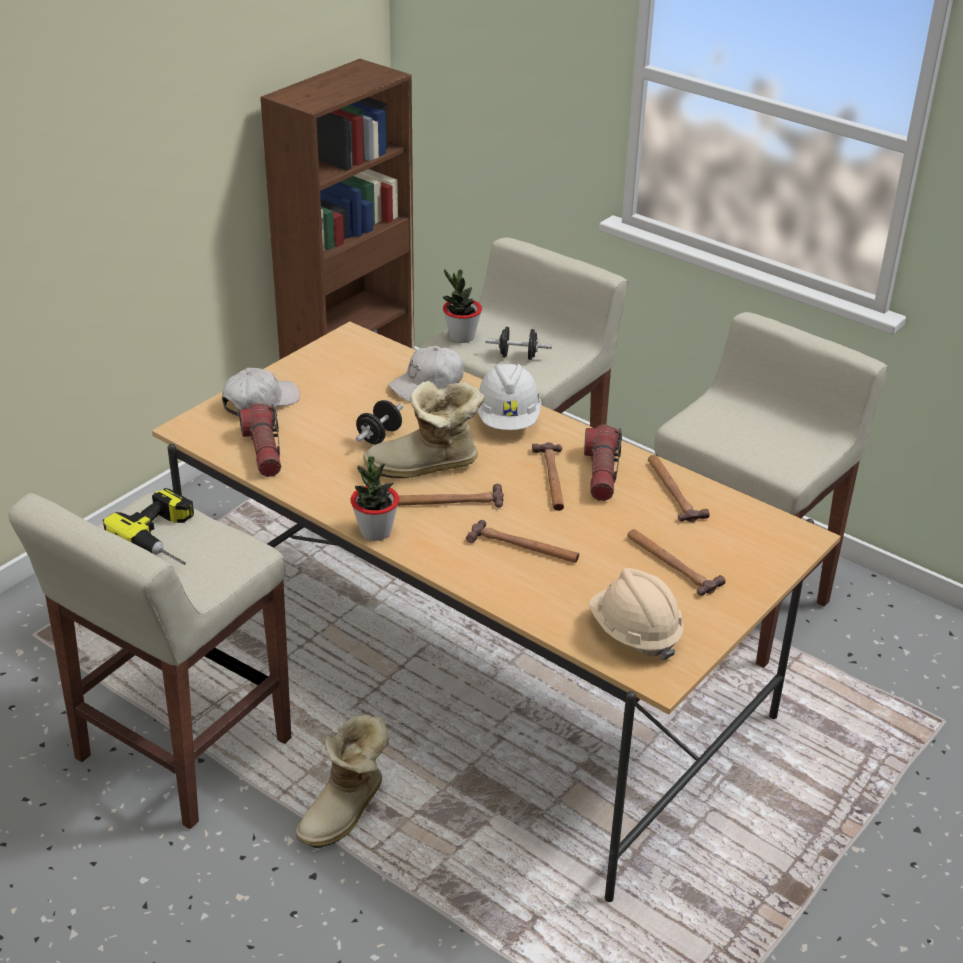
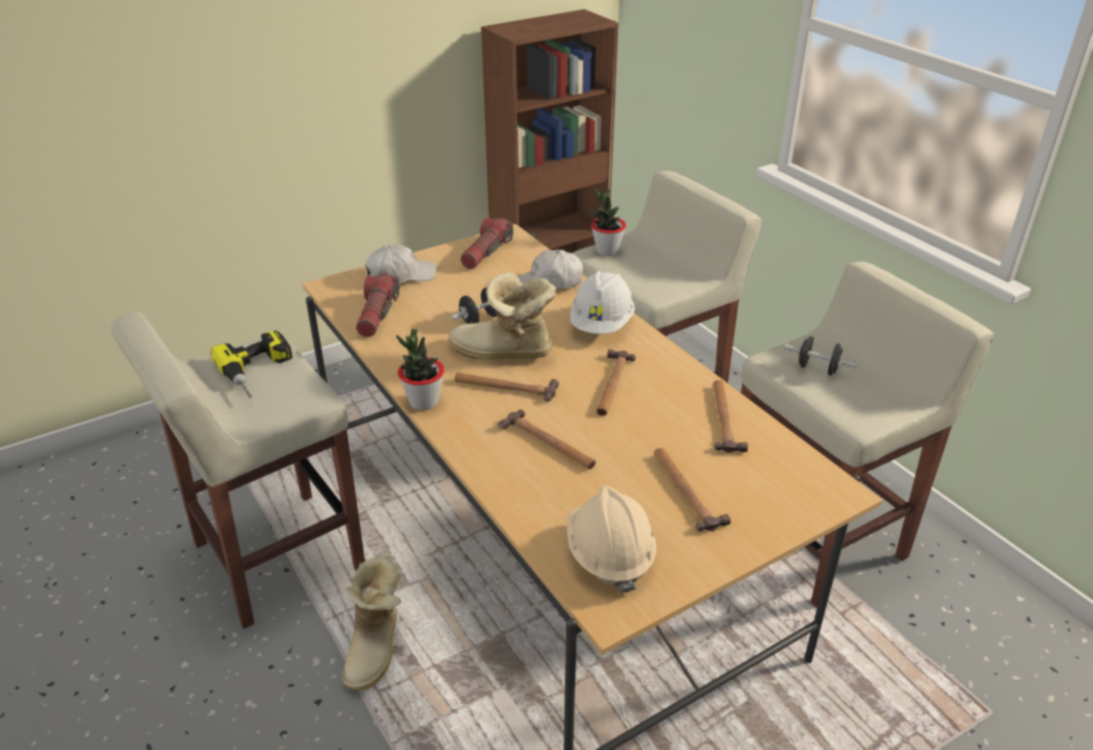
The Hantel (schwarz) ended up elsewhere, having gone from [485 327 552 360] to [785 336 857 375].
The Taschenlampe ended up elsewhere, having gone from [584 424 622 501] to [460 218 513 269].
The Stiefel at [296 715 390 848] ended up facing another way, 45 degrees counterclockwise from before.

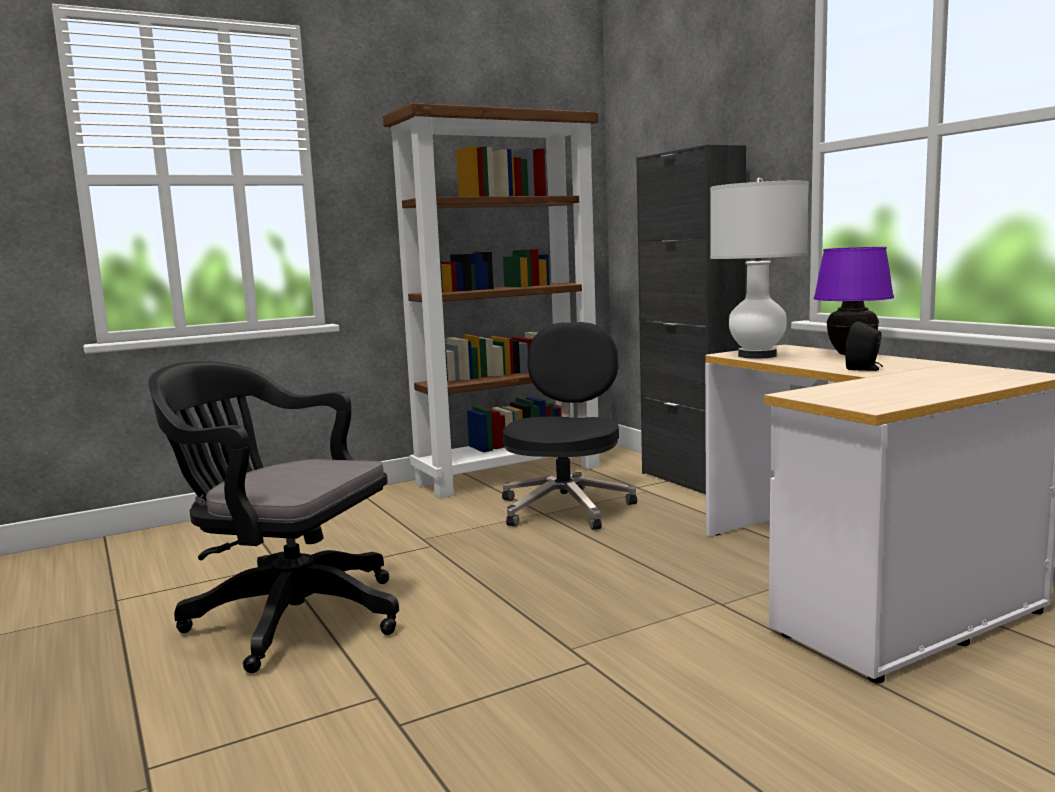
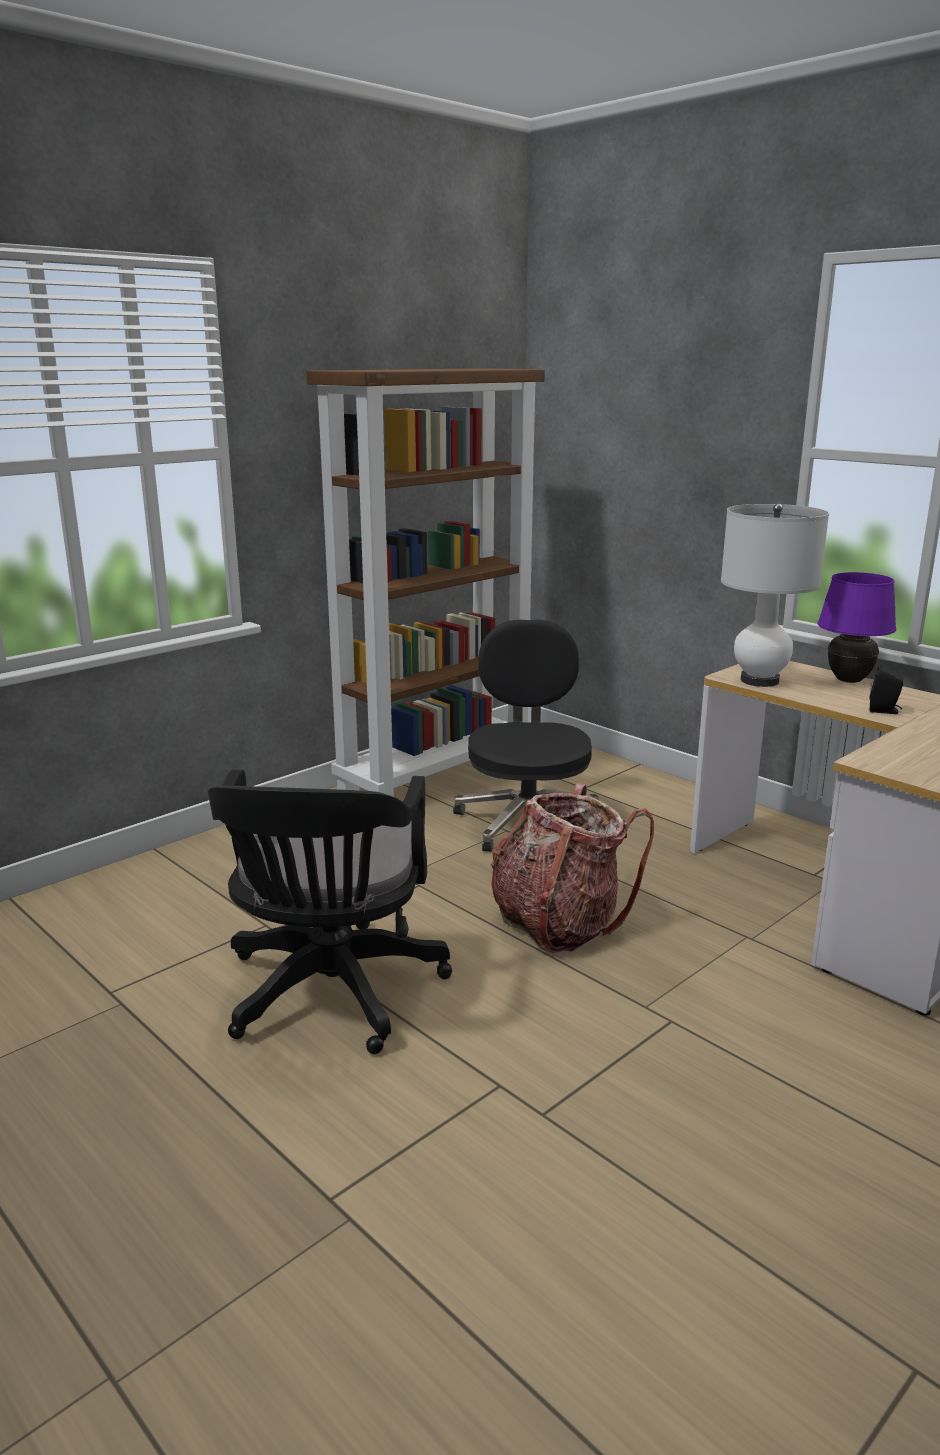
The second view lost the Schrank (schwarz) at [637 145 746 494].
The Bürostuhl (schwarz) at [148 361 399 673] ended up facing another way, 90 degrees counterclockwise from before.
The second view gained the Rucksack at [491 783 654 953].

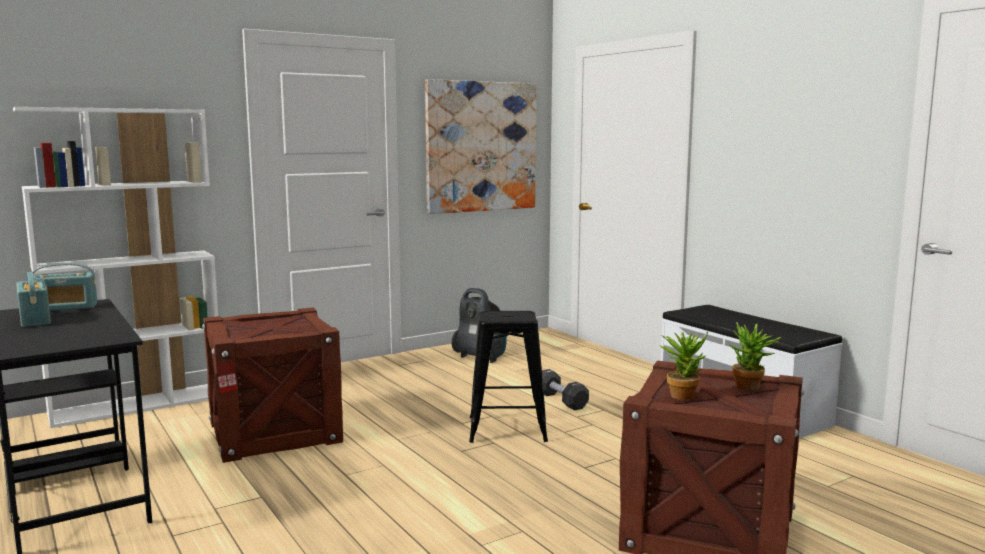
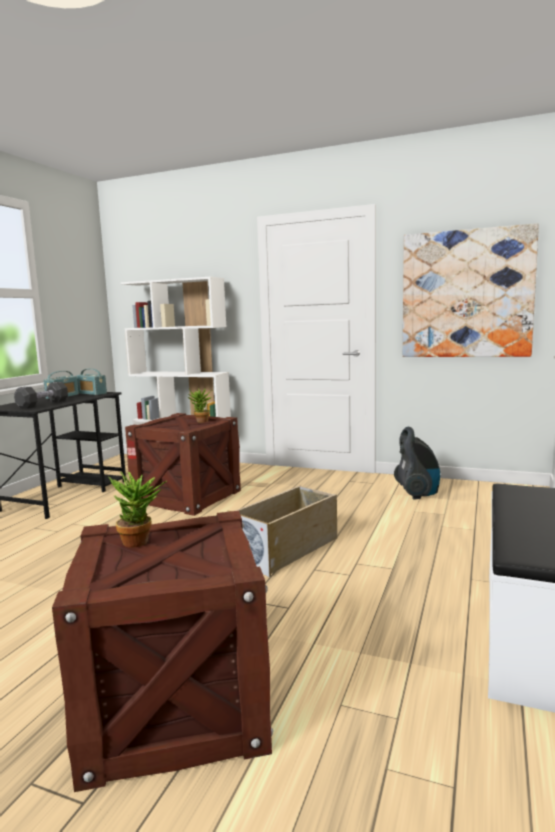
Where the Hocker (schwarz) stood at [469 311 548 443], the Aufbewahrungsbox (beige) came to stand at [227 486 337 577].
The Topfpflanze ended up elsewhere, having gone from [730 322 782 391] to [188 388 212 423].
The Hantel (schwarz) ended up elsewhere, having gone from [542 369 589 411] to [14 382 68 409].

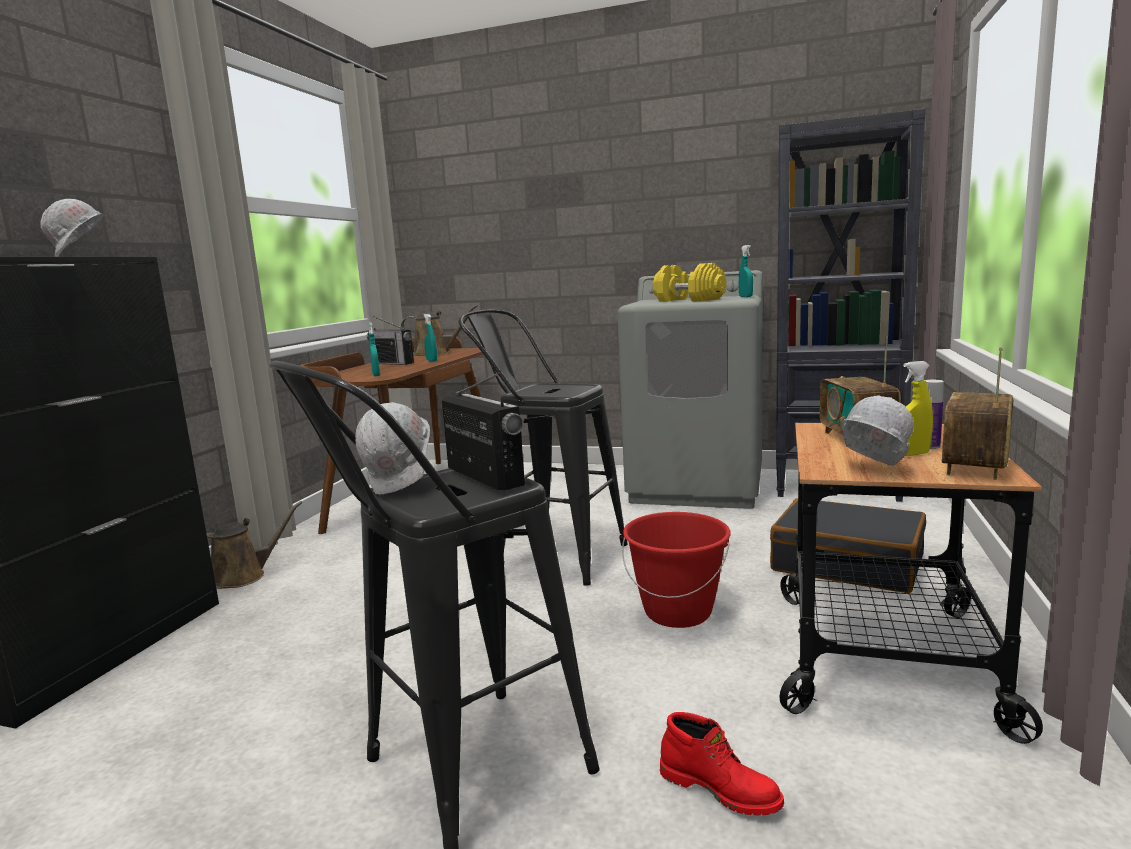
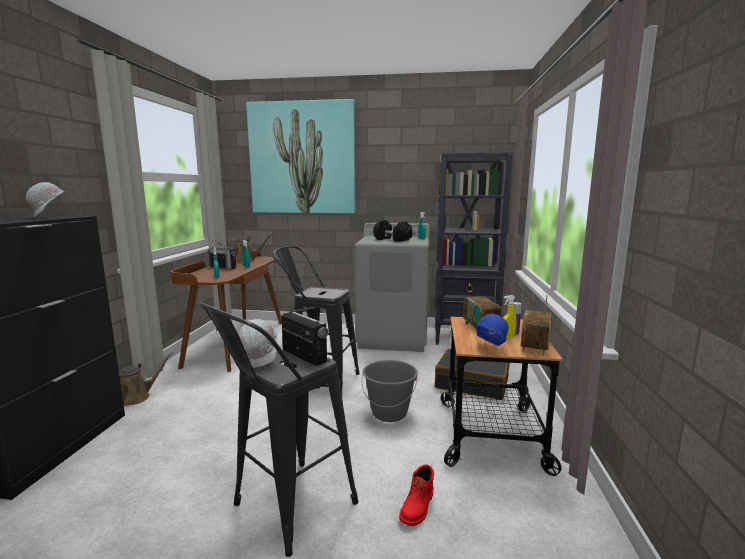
What was the Hantel (gelb) at [653 263 727 302] turned into the Hantel (schwarz) at [373 220 413 242].
What was the Schutzhelm (weiß) at [840 395 914 466] turned into the Schutzhelm (blau) at [475 314 509 346].
What was the Eimer (rot) at [622 512 731 628] turned into the Eimer (grau) at [362 360 418 422].
The Stiefel (rot) at [660 712 784 816] ended up facing another way, 90 degrees clockwise from before.
The second view gained the Bild at [246 99 356 213].

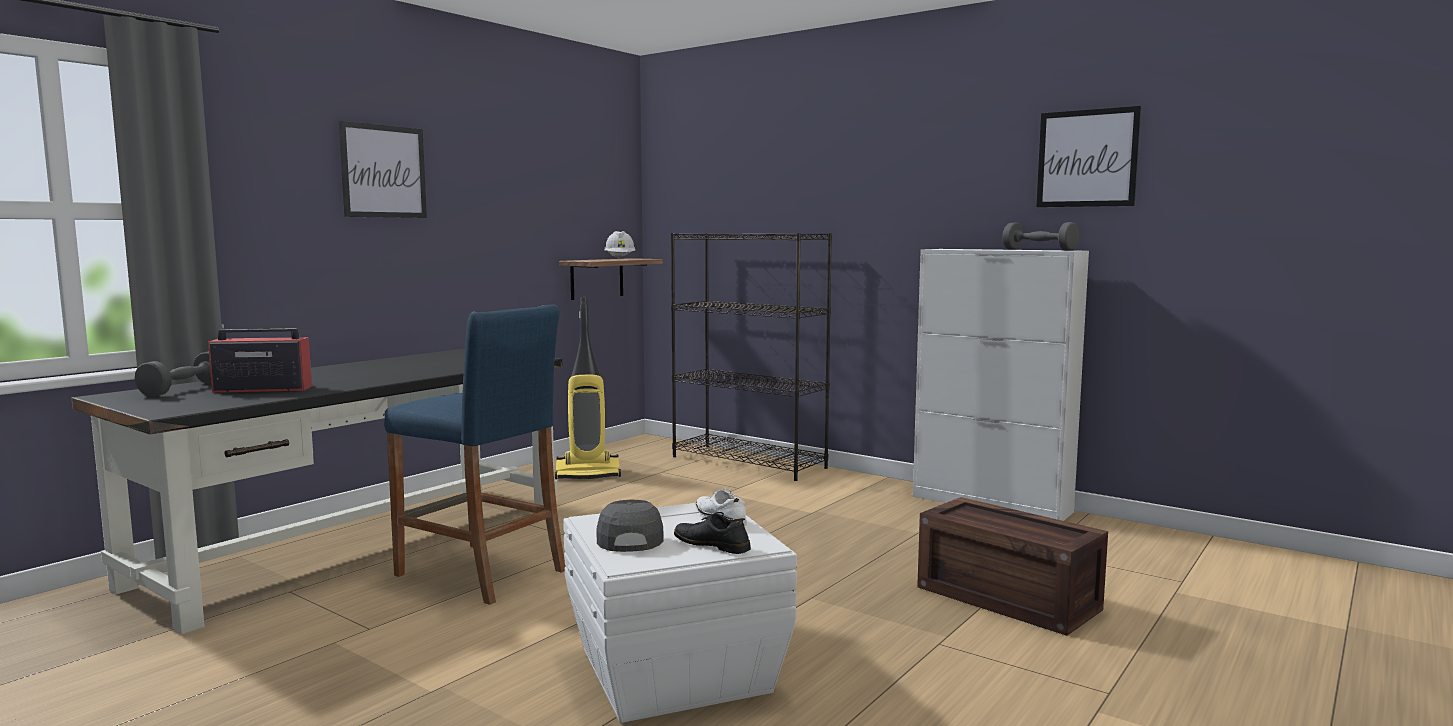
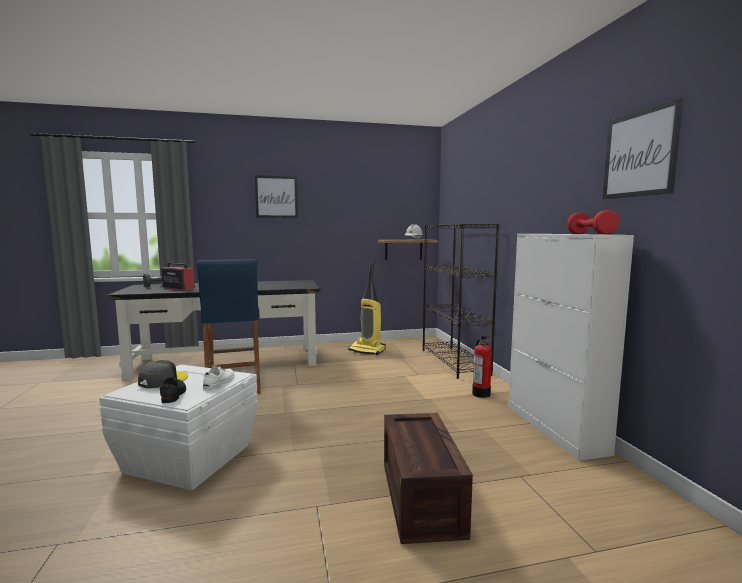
What was the Hantel (grau) at [1002 222 1080 251] turned into the Hantel (rot) at [567 210 619 235].
The second view gained the Feuerlöscher at [472 336 492 398].

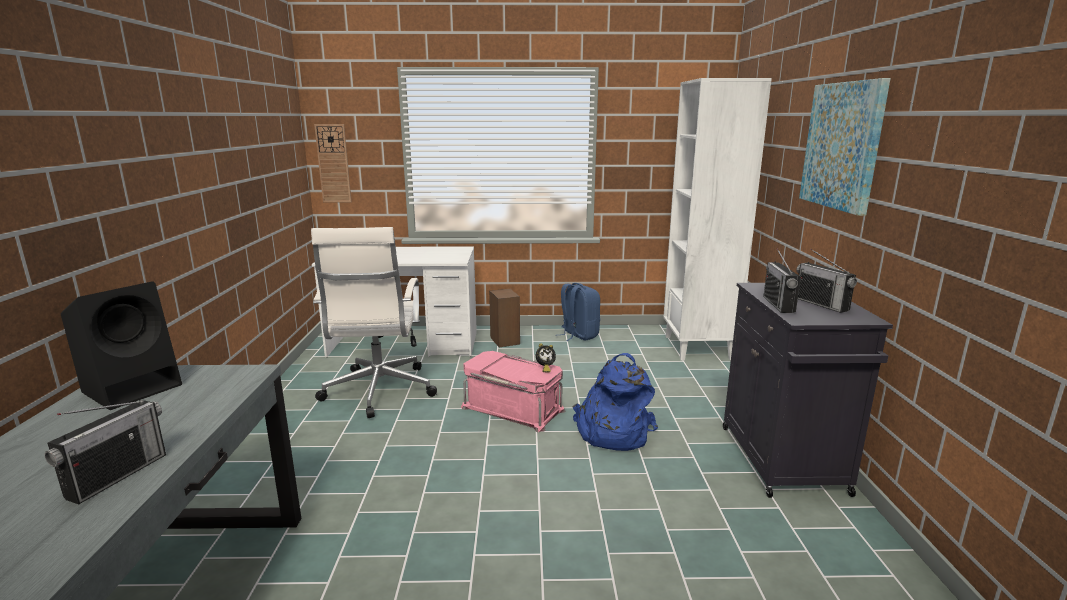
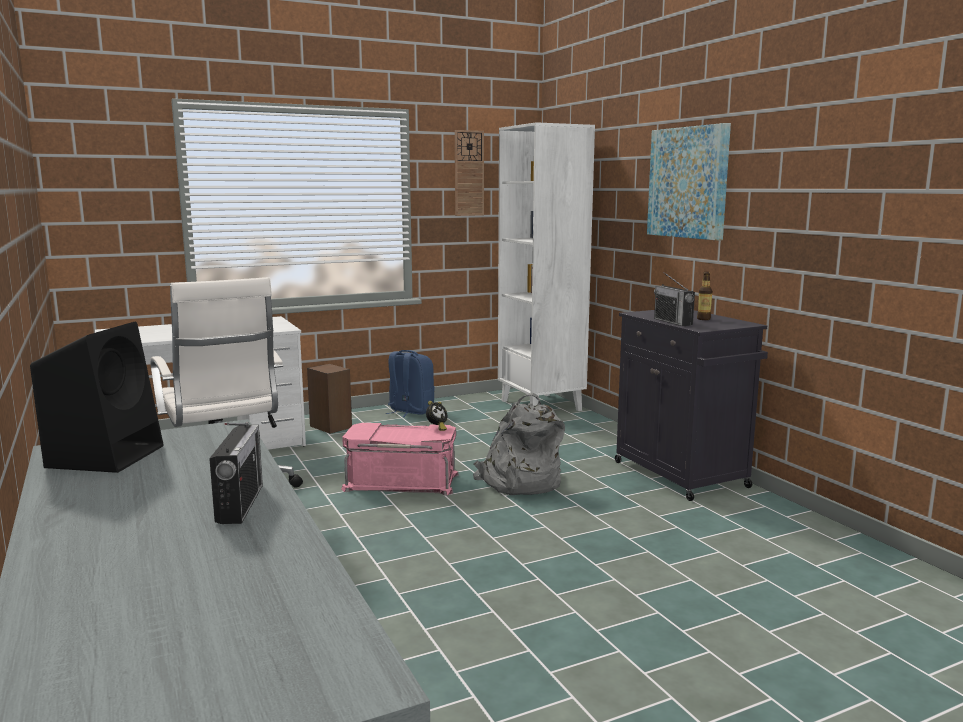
The Wanduhr ended up elsewhere, having gone from [314 124 352 202] to [455 130 484 216].
Where the Radio stood at [796 249 857 313], the Flasche came to stand at [697 272 712 320].
What was the Rucksack (blau) at [572 353 658 451] turned into the Rucksack (grau) at [473 393 565 495].

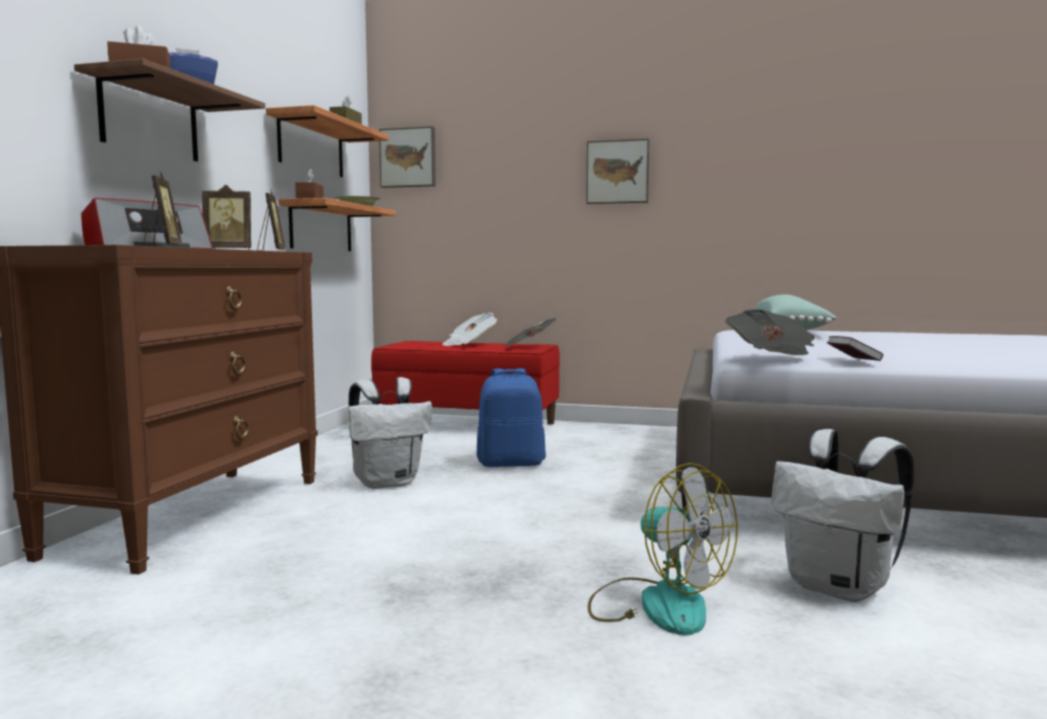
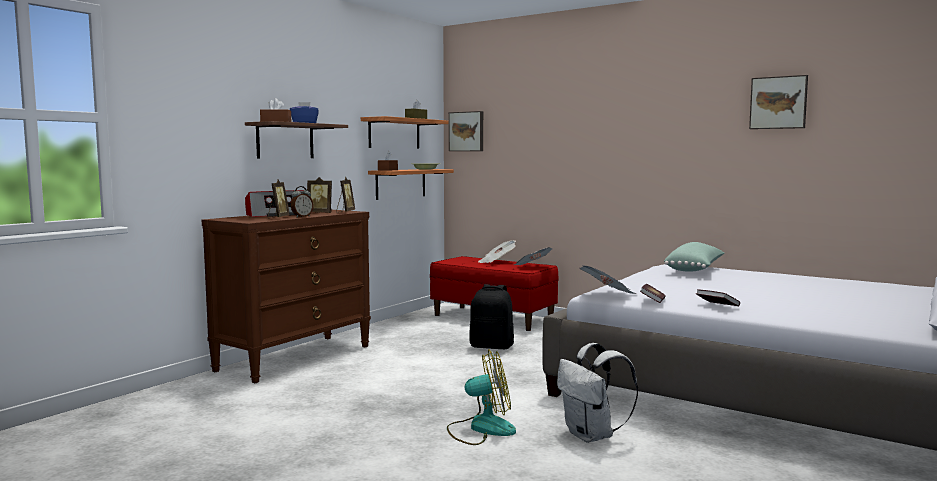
The Bild ended up elsewhere, having gone from [586 139 649 204] to [749 75 808 129].
What was the Rucksack (blau) at [477 368 546 467] turned into the Rucksack (schwarz) at [469 284 514 349].
The second view lost the Rucksack (weiß) at [348 377 432 489].
The Ventilator at [588 463 738 635] ended up facing another way, 75 degrees counterclockwise from before.
The second view gained the Wecker at [291 186 314 217].
The second view gained the Buch at [696 289 740 306].

